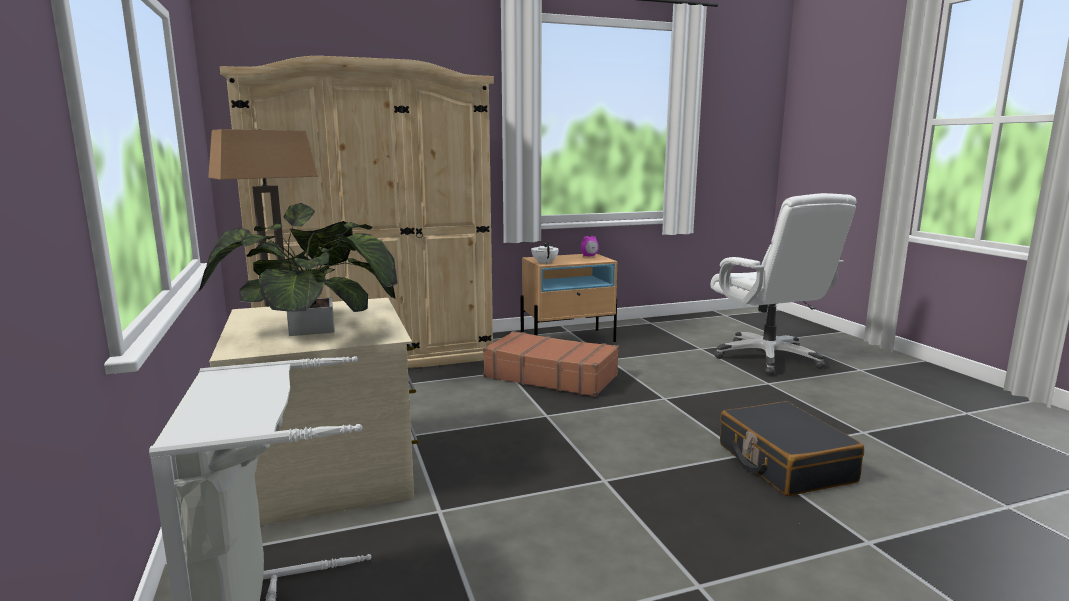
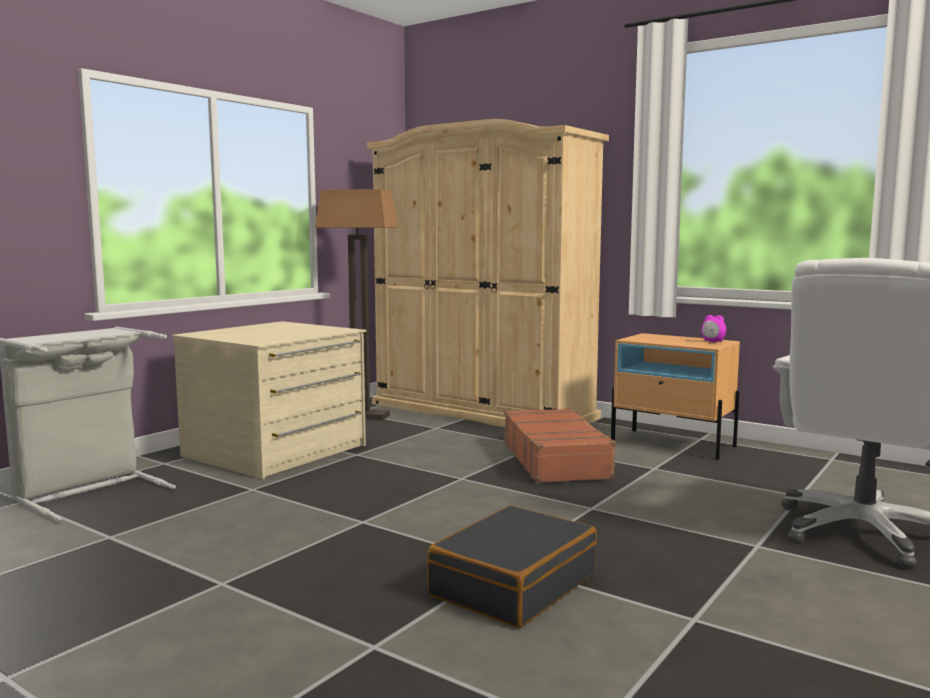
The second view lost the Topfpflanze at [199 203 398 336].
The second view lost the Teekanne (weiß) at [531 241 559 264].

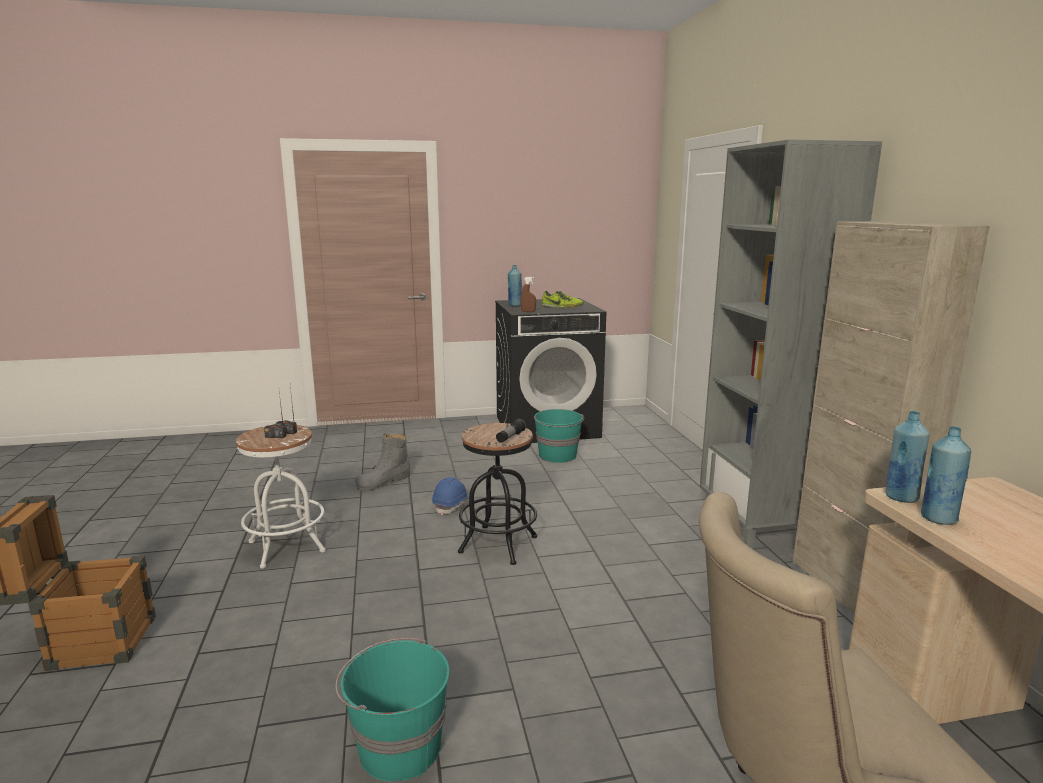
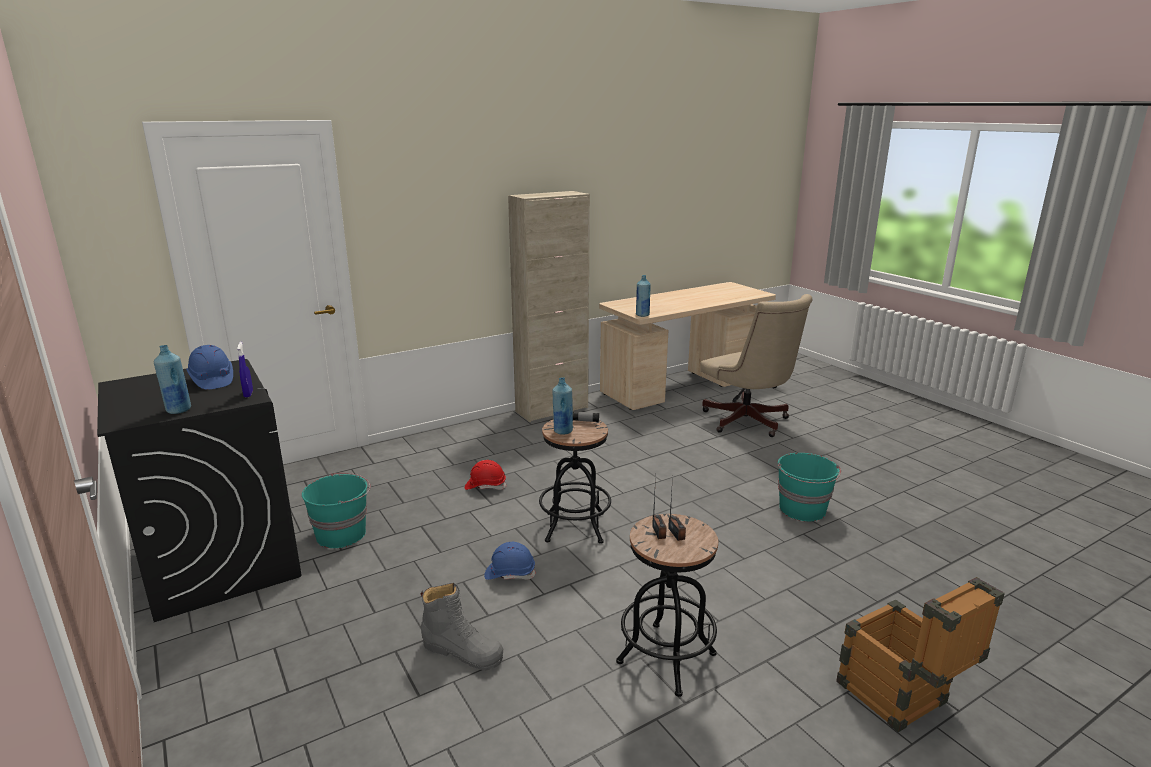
The second view lost the Bücherregal (grau) at [700 139 882 549].
What was the Sprühflasche (braun) at [521 277 536 312] turned into the Sprühflasche (blau) at [237 342 253 398].
Where the Schuh stood at [542 291 584 308], the Schutzhelm (blau) came to stand at [186 345 233 390].
What was the Hocker (weiß) at [236 425 326 568] turned into the Hocker (schwarz) at [616 514 718 697].
The Flasche (blau) ended up elsewhere, having gone from [921 426 971 525] to [553 377 573 435].
The second view gained the Schutzhelm (rot) at [465 460 507 490].

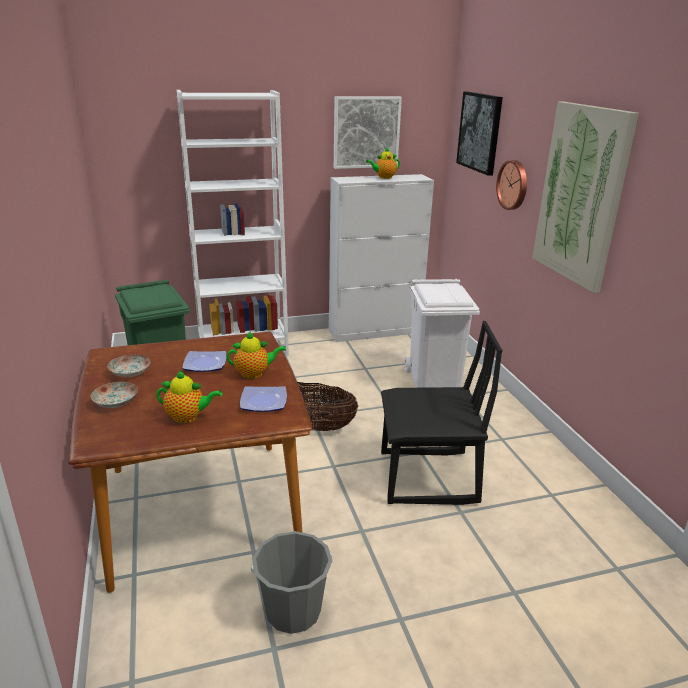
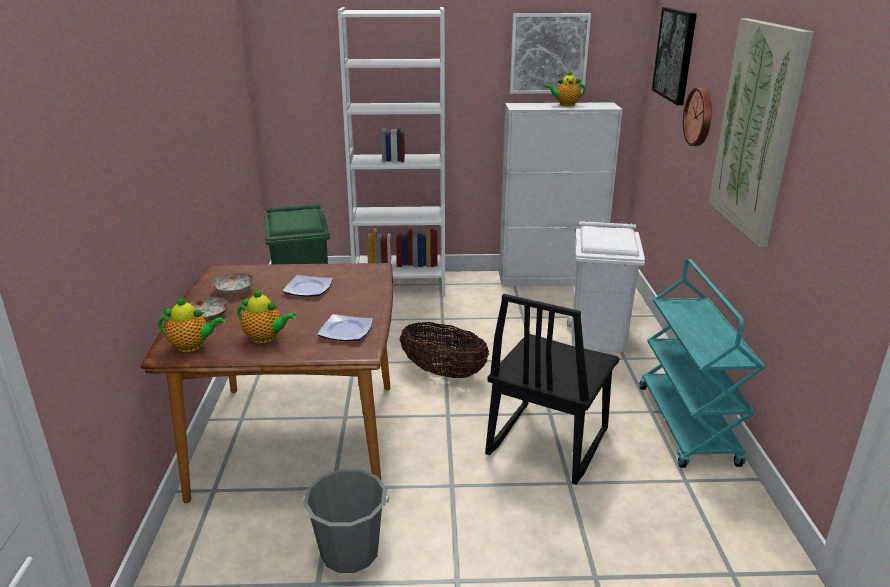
The Stuhl (schwarz) at [381 321 503 505] ended up facing another way, 105 degrees clockwise from before.
The Teekanne ended up elsewhere, having gone from [227 331 286 379] to [158 297 226 352].
The second view gained the Rollwagen (türkis) at [640 259 765 468].

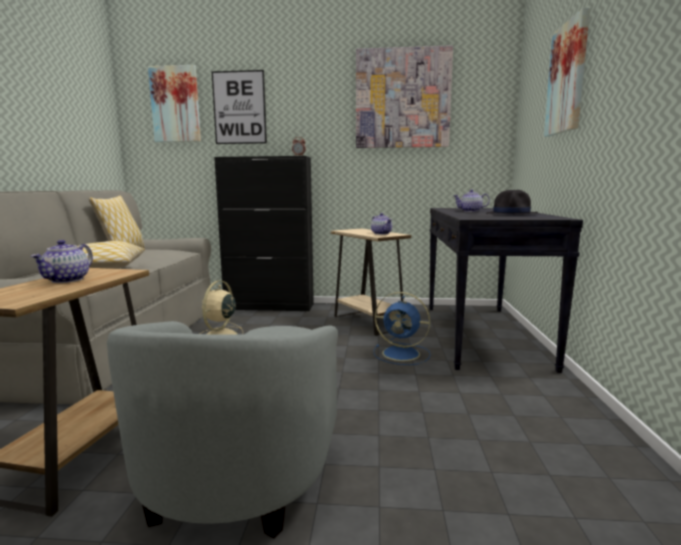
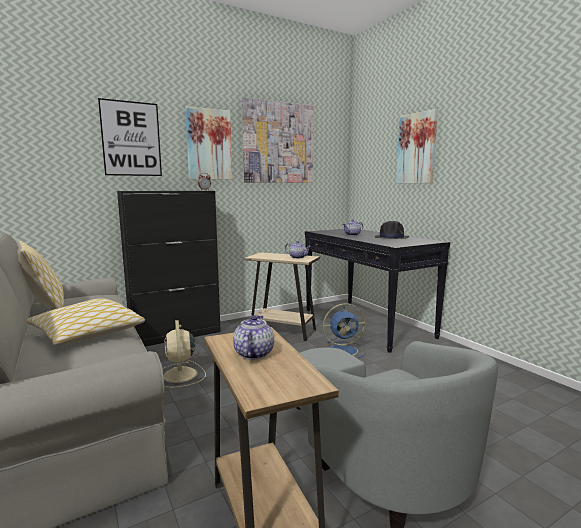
The Bild ended up elsewhere, having gone from [148 65 201 142] to [185 106 232 180].
The Teekanne at [30 240 93 283] ended up facing another way, 150 degrees counterclockwise from before.

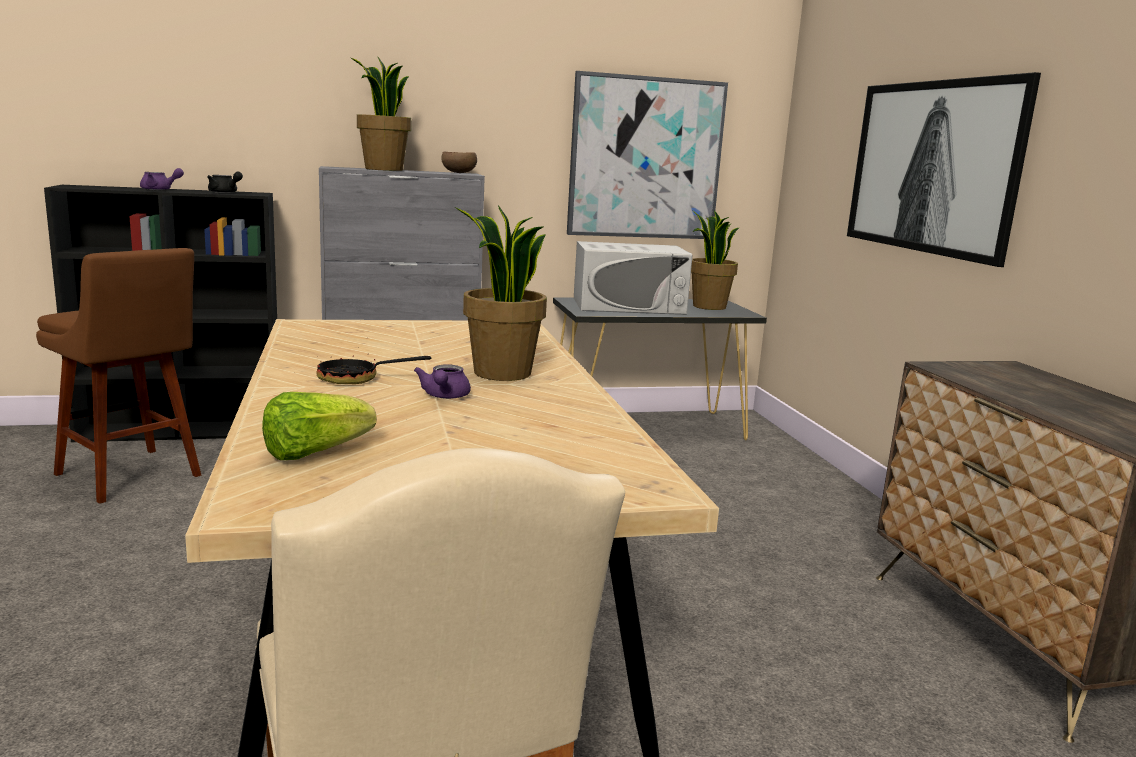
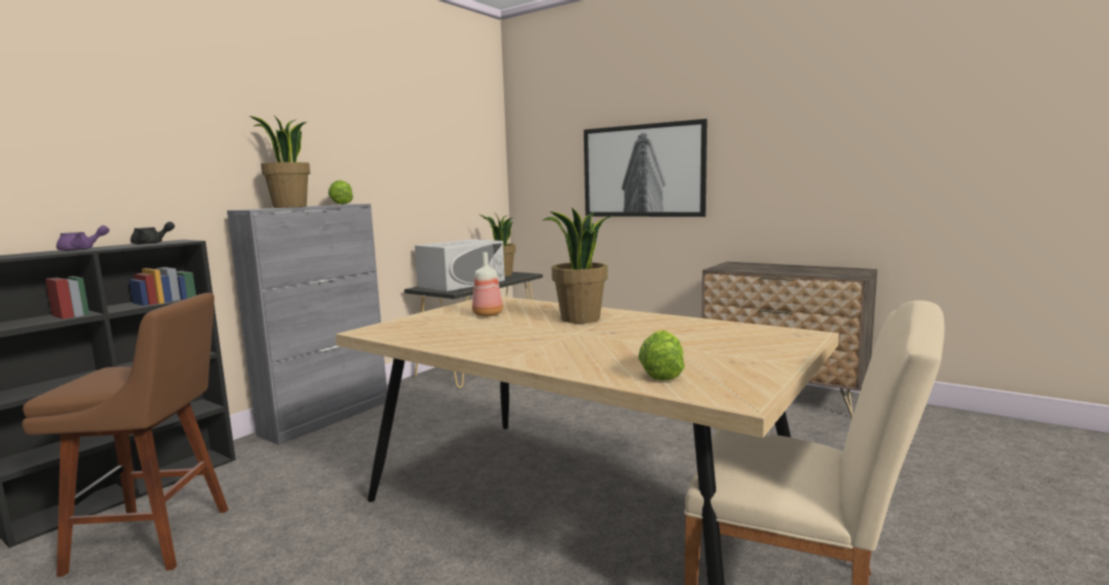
The second view lost the Bild at [567 71 728 239].
Where the Schüssel (braun) stood at [441 151 477 173], the Salatkopf came to stand at [328 180 353 205].
The second view lost the Pfanne at [316 356 431 384].
The second view lost the Teekanne (lila) at [414 364 471 399].
The second view gained the Flasche at [472 252 503 317].

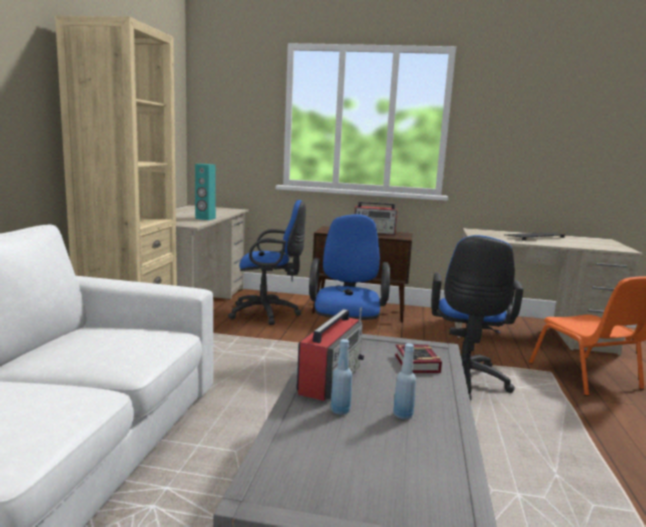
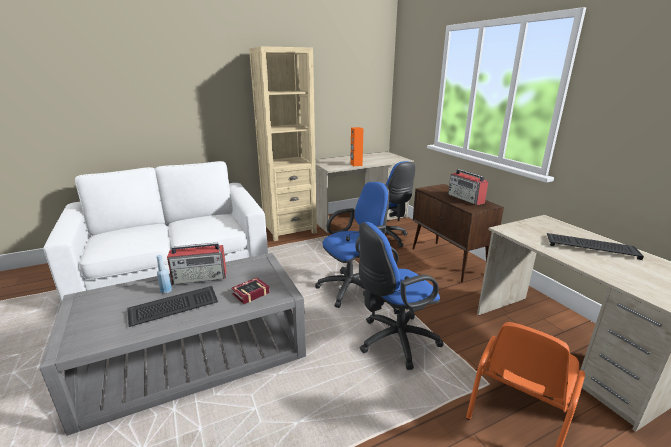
What was the Lautsprecher (türkis) at [195 164 216 220] turned into the Lautsprecher (orange) at [350 127 363 166].
Where the Flasche (blau) stood at [393 343 416 419], the Tastatur came to stand at [127 286 218 327].

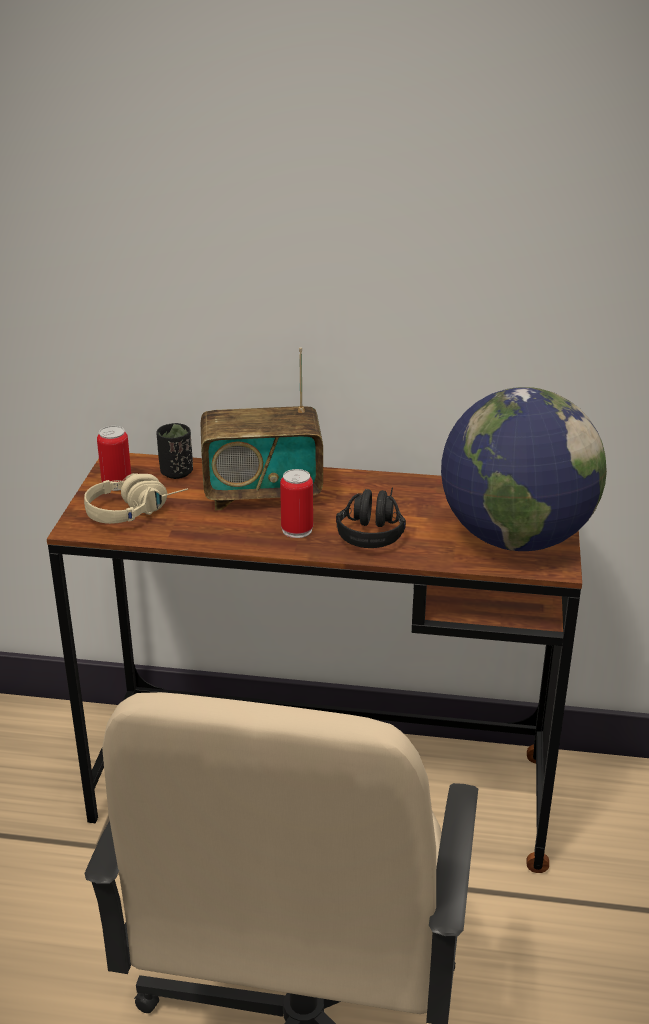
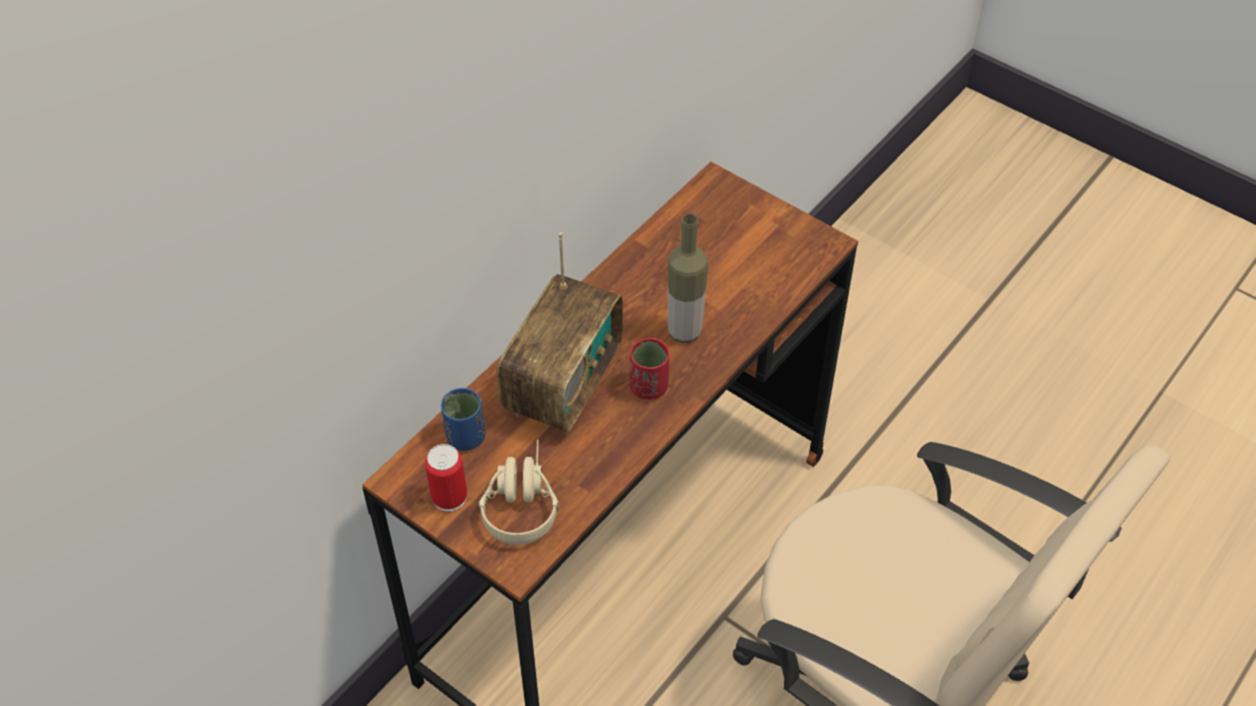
The second view lost the Globus at [441 387 607 551].
What was the Tasse (schwarz) at [156 423 193 479] turned into the Tasse (blau) at [441 388 485 451].
Where the Dose stood at [280 469 313 538], the Tasse (rot) came to stand at [630 338 670 400].
Where the Kopfhörer (schwarz) stood at [336 487 406 548], the Flasche came to stand at [668 213 708 343].

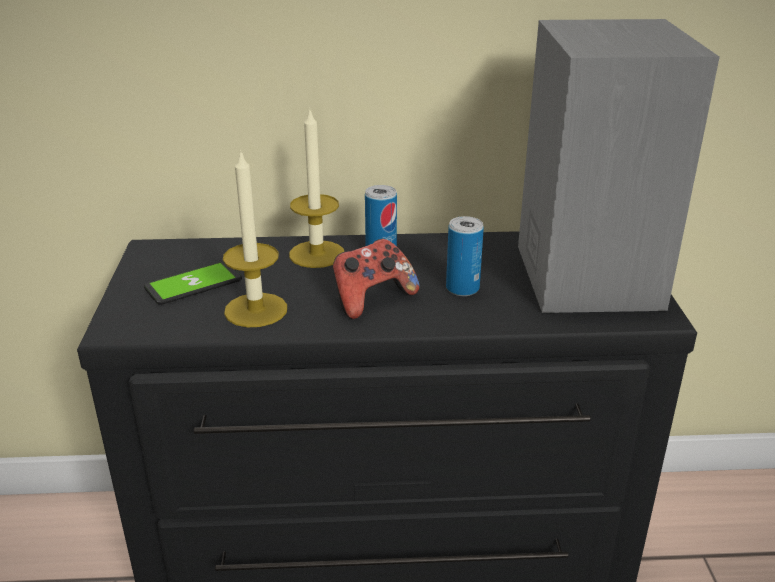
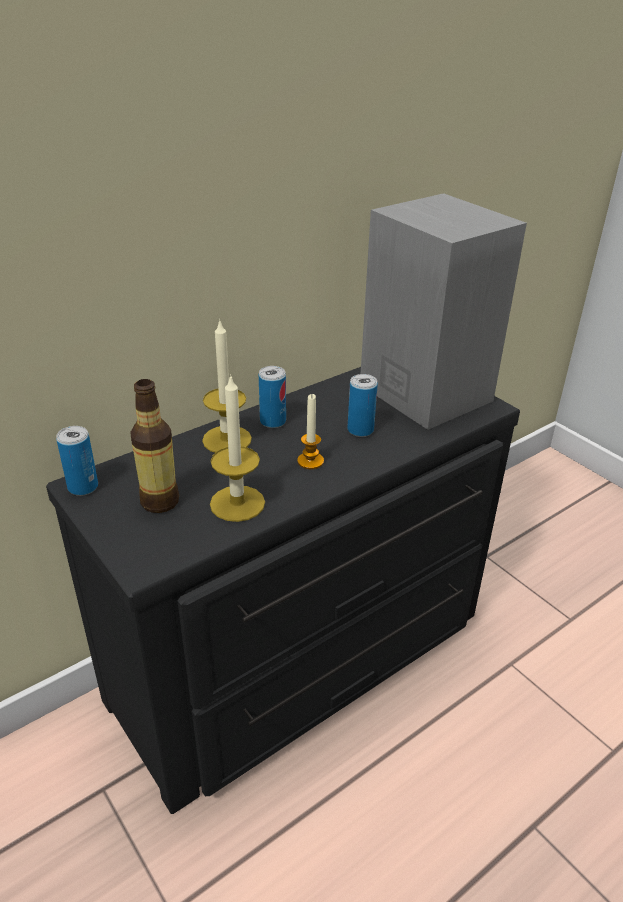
Where the Gamepad stood at [333 239 420 319], the Kerze came to stand at [297 394 324 469].
Where the Handy stood at [144 261 242 305], the Flasche came to stand at [130 379 179 513].
The second view gained the Dose at [56 426 98 496].

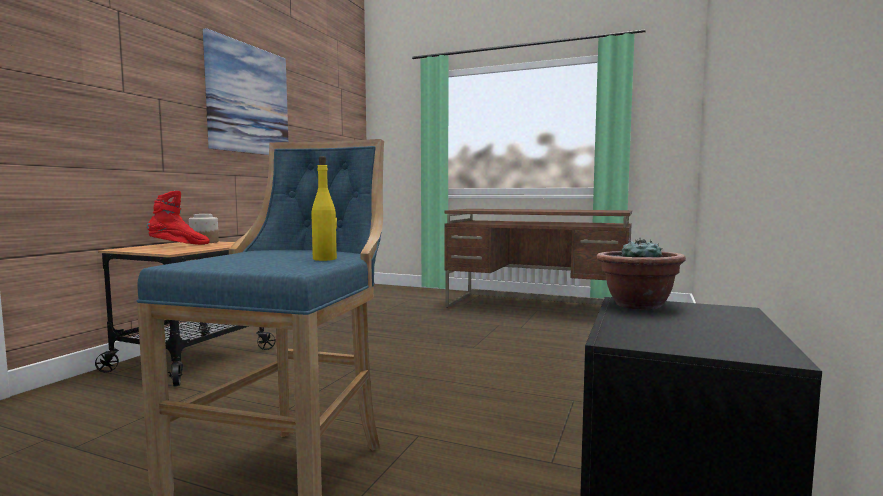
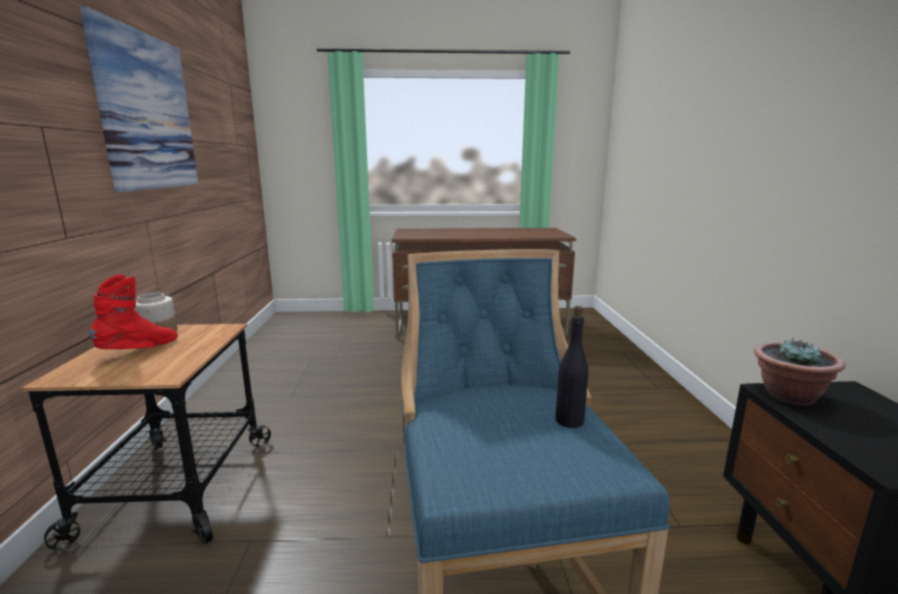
What was the Flasche (gelb) at [312 156 337 261] turned into the Flasche (schwarz) at [555 306 588 428].

